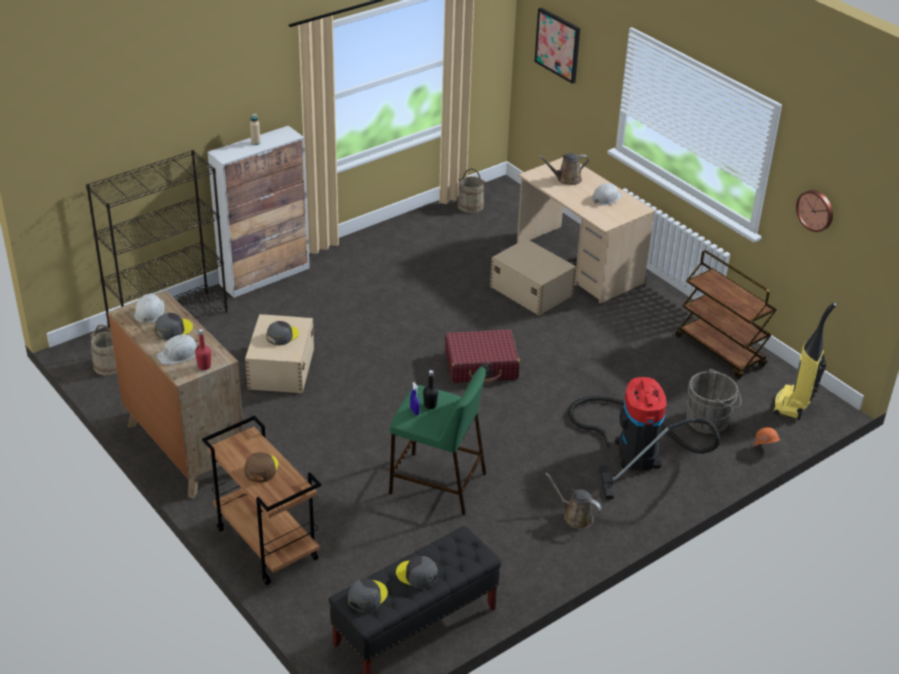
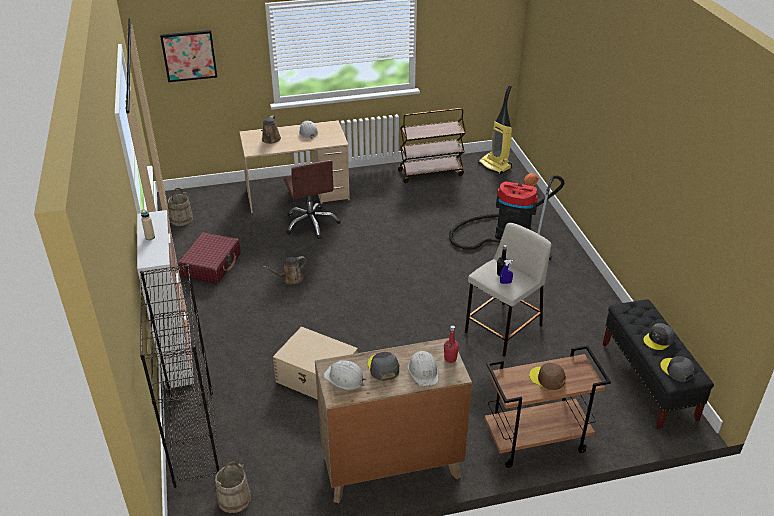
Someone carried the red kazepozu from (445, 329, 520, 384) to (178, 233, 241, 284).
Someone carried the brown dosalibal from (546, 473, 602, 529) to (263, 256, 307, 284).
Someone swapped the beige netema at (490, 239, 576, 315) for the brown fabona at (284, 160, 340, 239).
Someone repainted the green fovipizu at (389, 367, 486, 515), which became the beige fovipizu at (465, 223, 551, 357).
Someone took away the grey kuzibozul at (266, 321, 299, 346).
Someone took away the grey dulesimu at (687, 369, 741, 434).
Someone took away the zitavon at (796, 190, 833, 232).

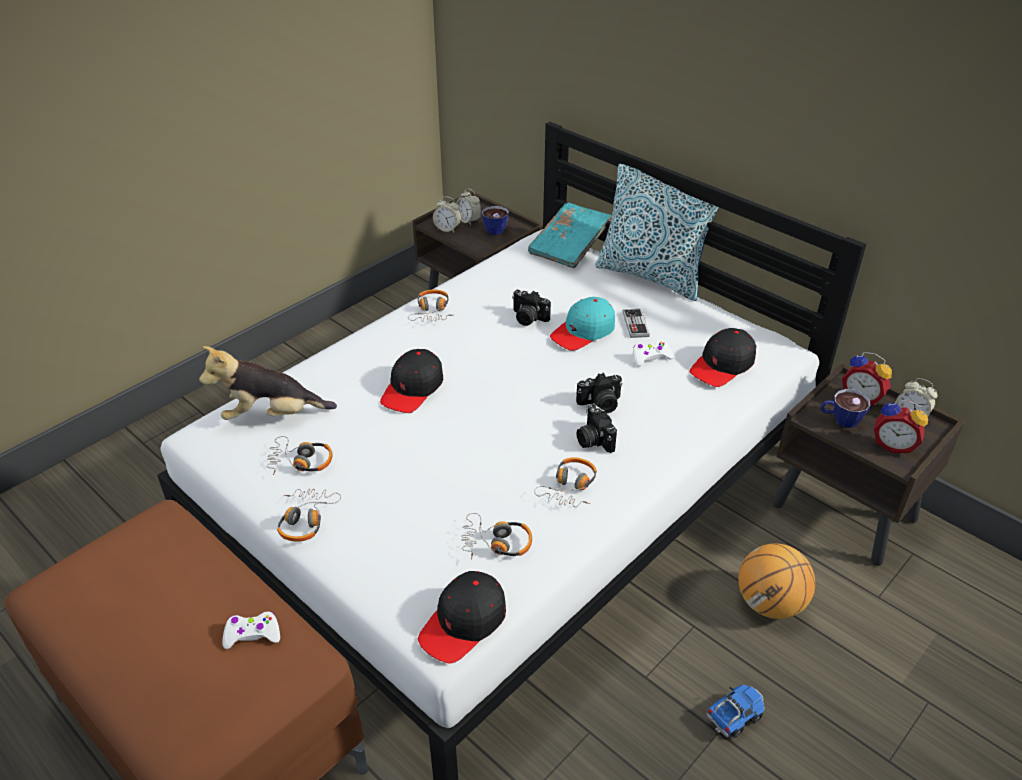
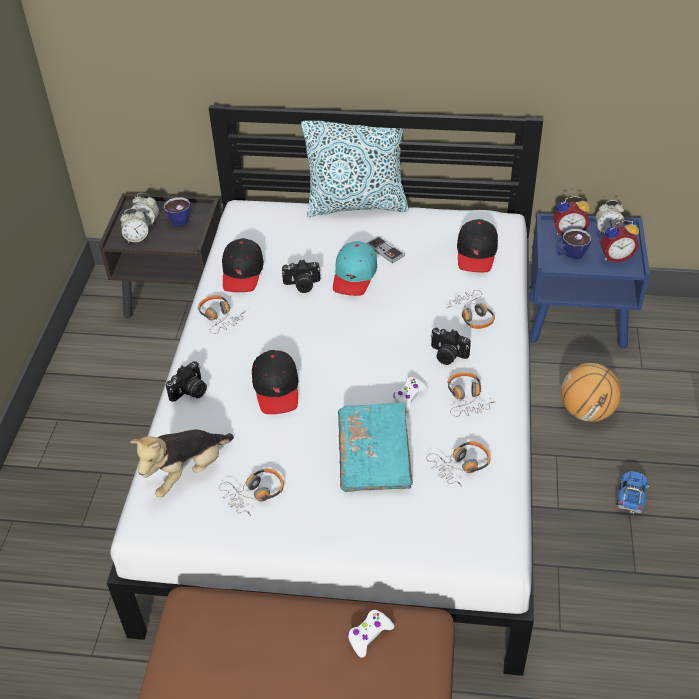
Someone carried the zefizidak from (576, 373, 623, 413) to (166, 361, 207, 402).
Someone carried the black kuzibozul from (418, 571, 506, 663) to (222, 238, 264, 292).
Someone carried the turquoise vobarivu from (528, 203, 612, 268) to (338, 402, 413, 492).
Someone carried the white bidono from (633, 340, 674, 367) to (393, 377, 428, 412).
Someone carried the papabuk from (277, 489, 341, 542) to (447, 290, 495, 329).
Someone repainted the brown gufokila at (772, 363, 965, 566), which became the blue gufokila at (529, 213, 650, 348).

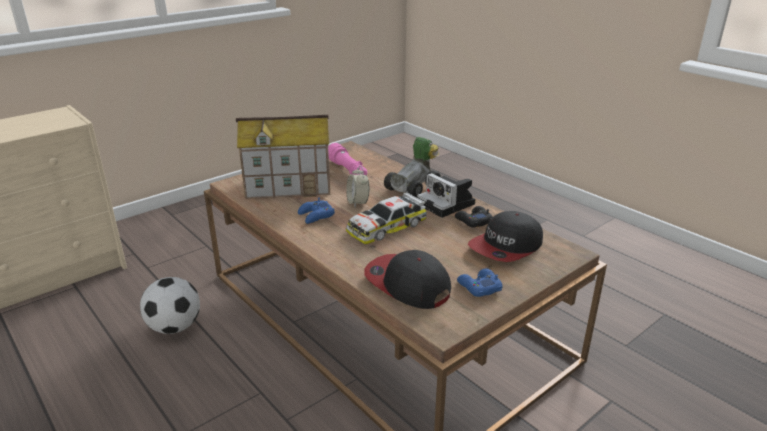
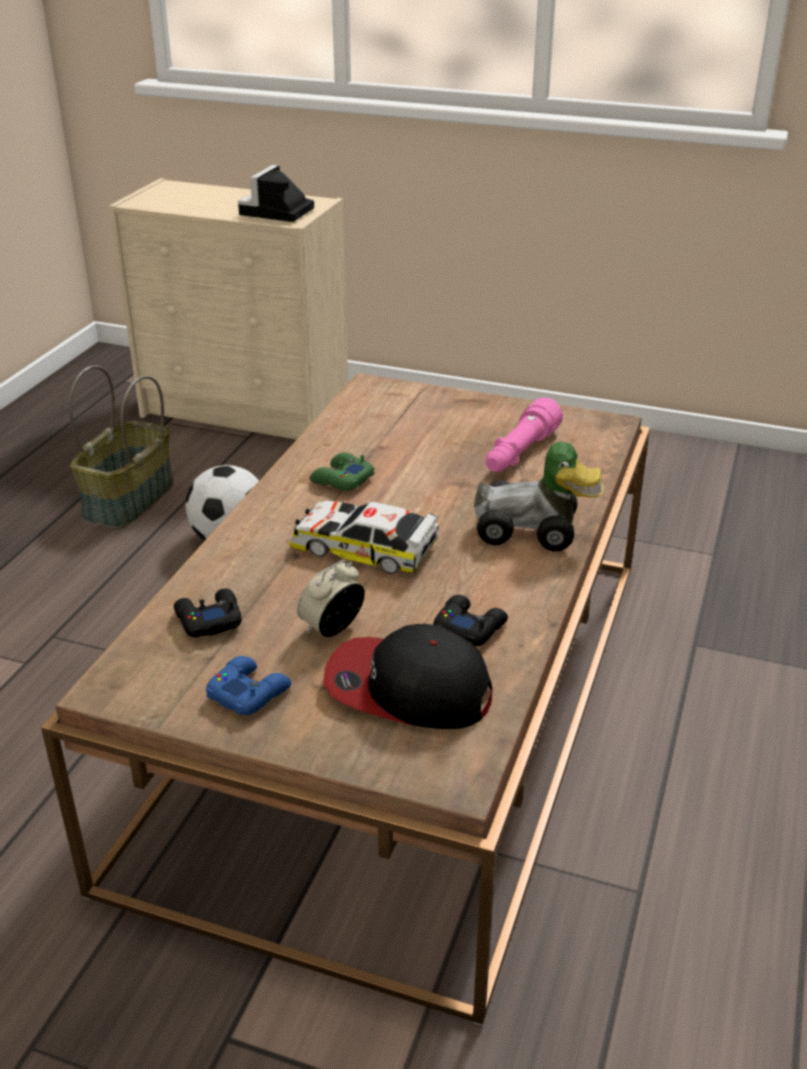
Someone put down the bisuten at (69, 366, 174, 528).
Someone swapped the kuzibozul at (365, 250, 451, 309) for the black bidono at (174, 589, 242, 638).
Someone carried the zefizidak from (417, 173, 475, 218) to (238, 165, 314, 222).
Someone carried the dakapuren from (346, 166, 369, 208) to (297, 560, 365, 637).
Someone repainted the blue bidono at (298, 198, 335, 224), which became the green bidono at (310, 453, 375, 491).
Someone took away the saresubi at (236, 115, 330, 199).

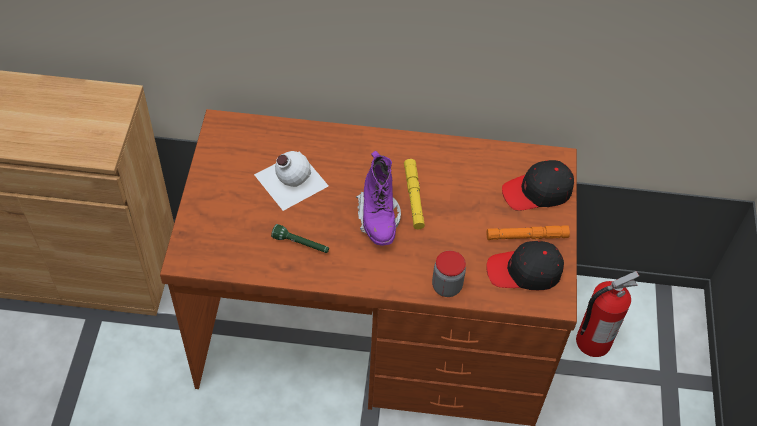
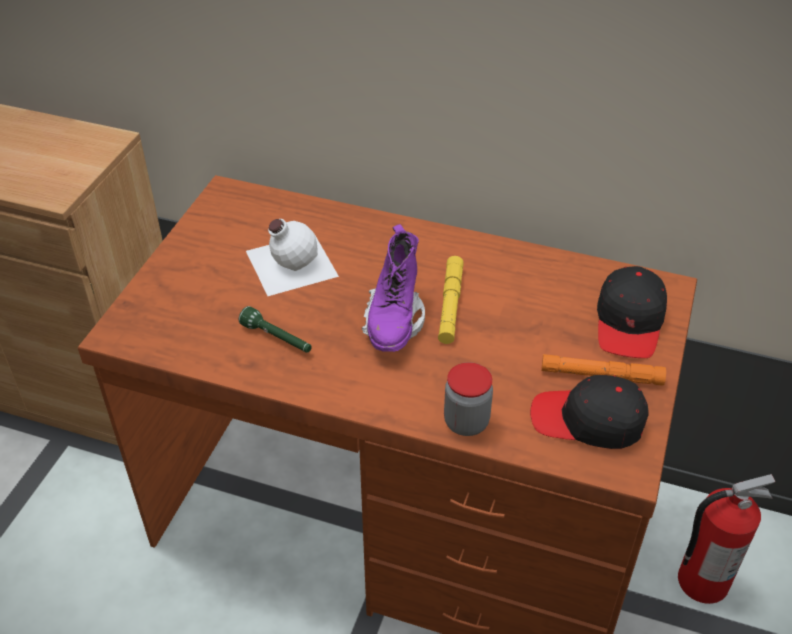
Someone rotated the black kuzibozul at (502, 160, 574, 211) by 75 degrees counterclockwise.

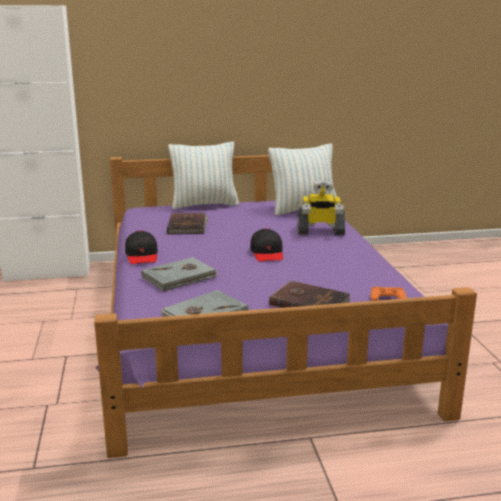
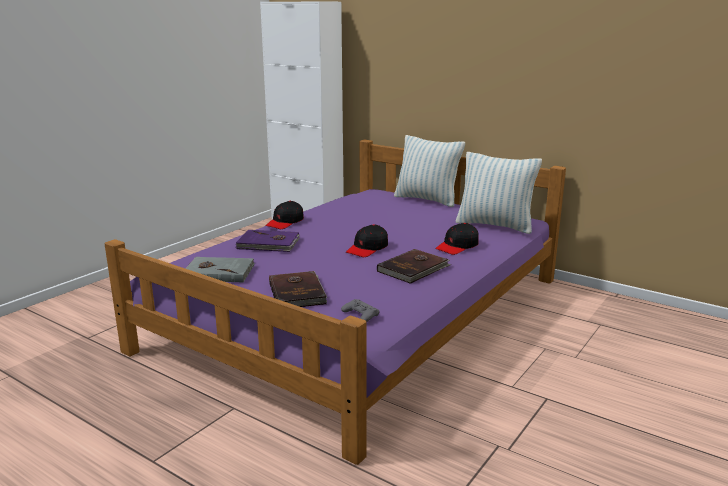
Someone repainted the grey vobarivu at (141, 257, 219, 292), which became the purple vobarivu at (235, 230, 300, 252).
Someone repainted the orange bidono at (370, 286, 407, 301), which became the grey bidono at (341, 299, 379, 322).
Someone carried the brown vobarivu from (167, 213, 208, 234) to (377, 249, 451, 284).
Someone swapped the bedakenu at (298, 180, 345, 235) for the black kuzibozul at (435, 223, 479, 255).

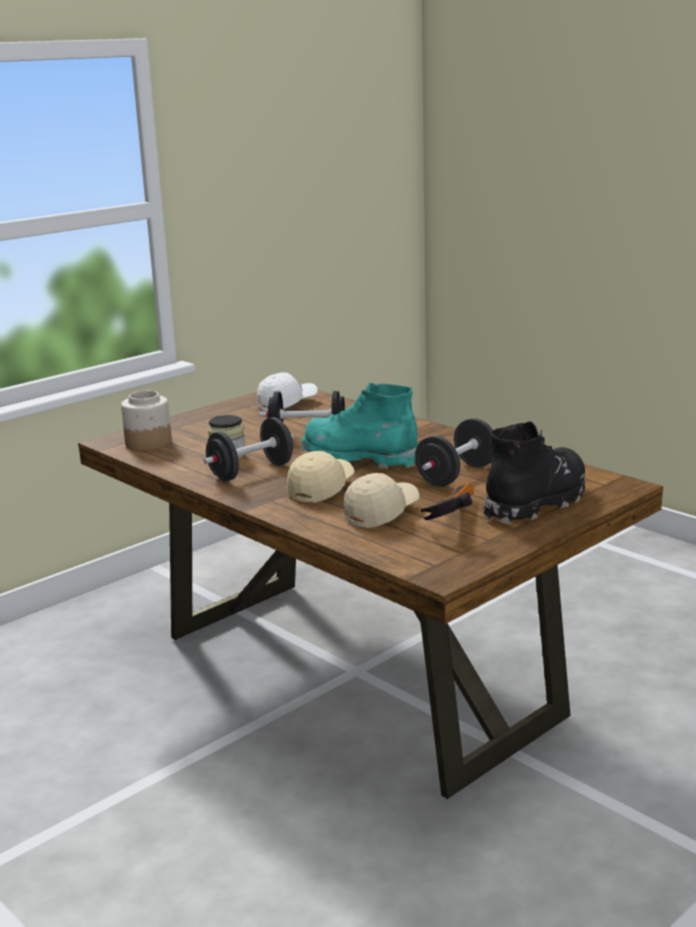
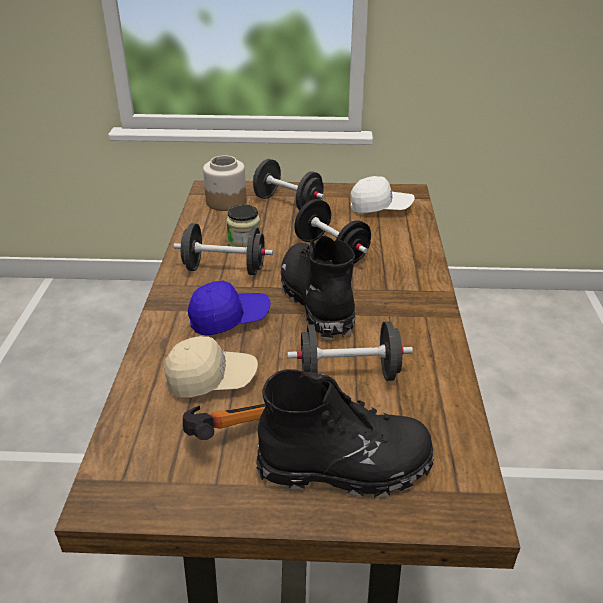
Someone repainted the beige kuzibozul at (286, 451, 355, 503), which became the blue kuzibozul at (188, 280, 271, 335).
Someone put down the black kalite at (253, 159, 325, 210).
Someone repainted the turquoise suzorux at (302, 383, 418, 469), which became the black suzorux at (280, 235, 355, 339).

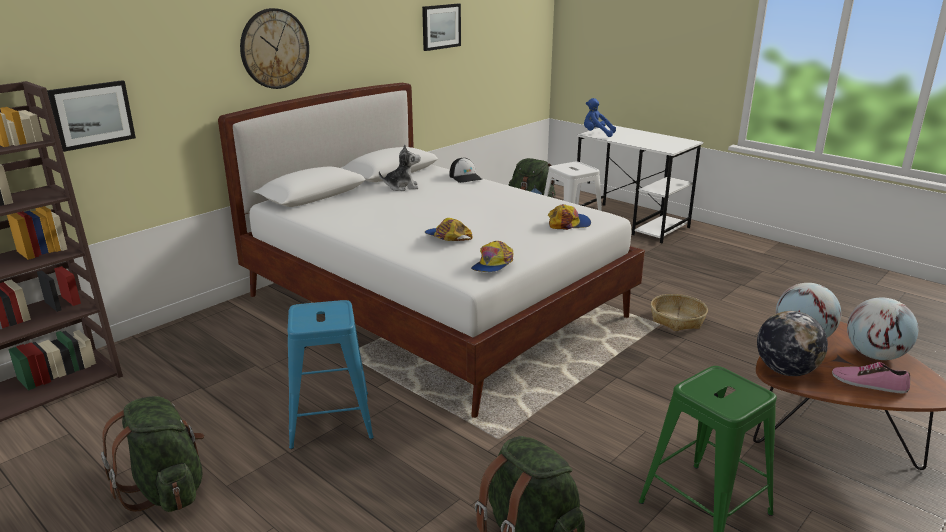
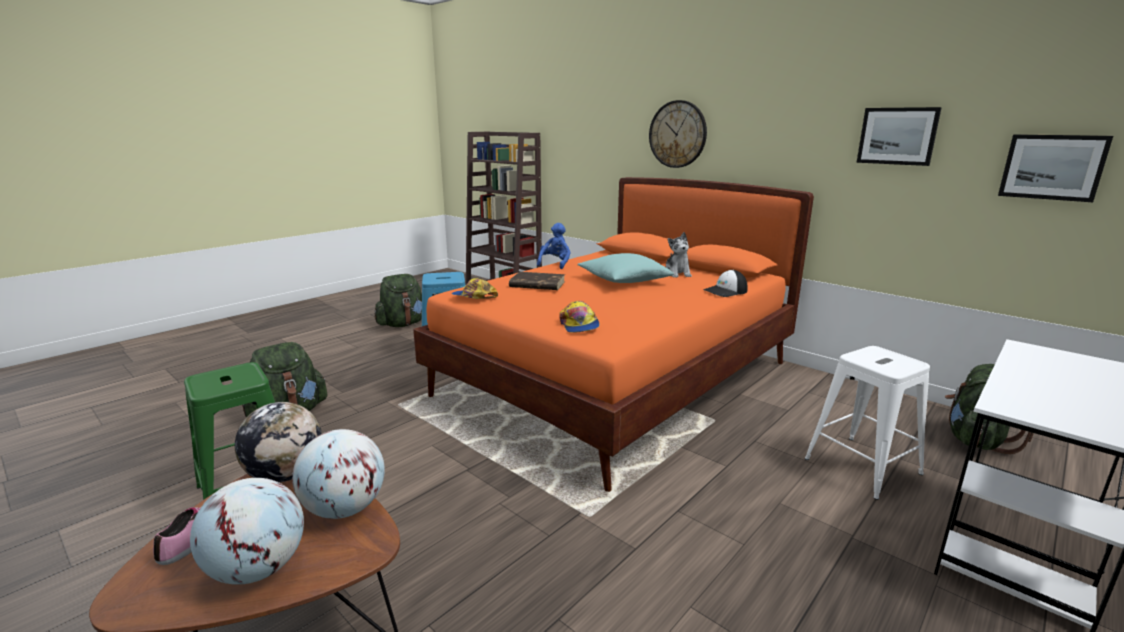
Someone repainted the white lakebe at (218, 83, 645, 418), which became the orange lakebe at (413, 177, 814, 492).
Someone swapped the kuzibozul at (425, 218, 472, 241) for the brown vobarivu at (509, 272, 565, 290).
Someone carried the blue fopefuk from (584, 98, 616, 137) to (537, 223, 571, 269).
Someone put down the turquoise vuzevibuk at (577, 253, 674, 283).
Someone carried the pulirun from (47, 80, 136, 152) to (998, 134, 1113, 202).
Someone took away the bisuten at (651, 294, 708, 331).

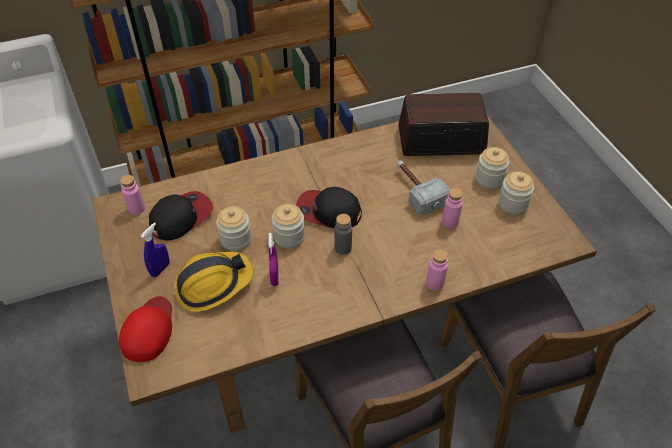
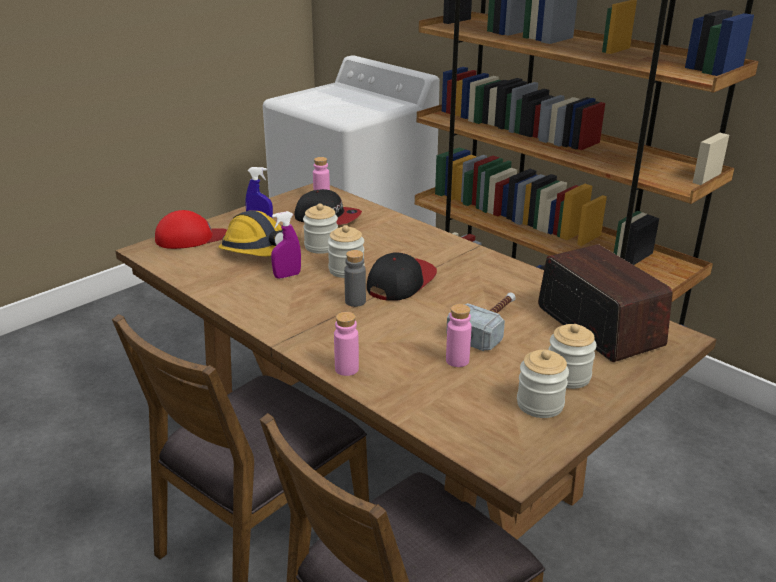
Someone rotated the kuzibozul at (296, 187, 362, 228) by 45 degrees clockwise.

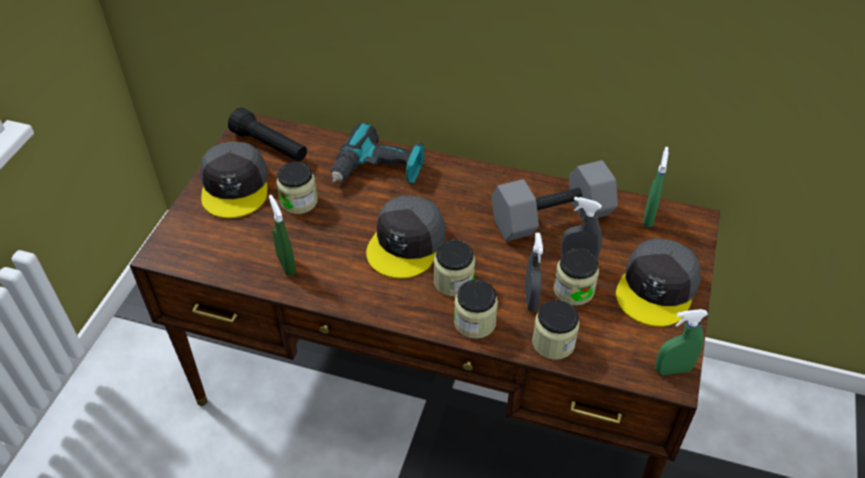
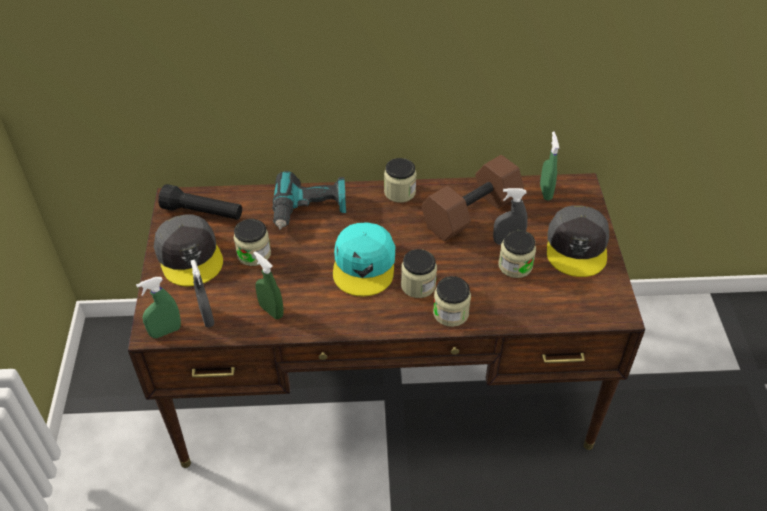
Someone carried the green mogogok from (655, 309, 708, 375) to (136, 277, 181, 338).
Someone carried the grey mogogok from (525, 233, 543, 312) to (191, 259, 215, 327).
Someone repainted the grey kuzibozul at (366, 196, 446, 278), which became the turquoise kuzibozul at (333, 222, 395, 296).
Someone carried the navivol from (532, 300, 579, 360) to (384, 158, 417, 203).
Someone repainted the grey kalite at (491, 160, 618, 242), which became the brown kalite at (421, 155, 524, 241).

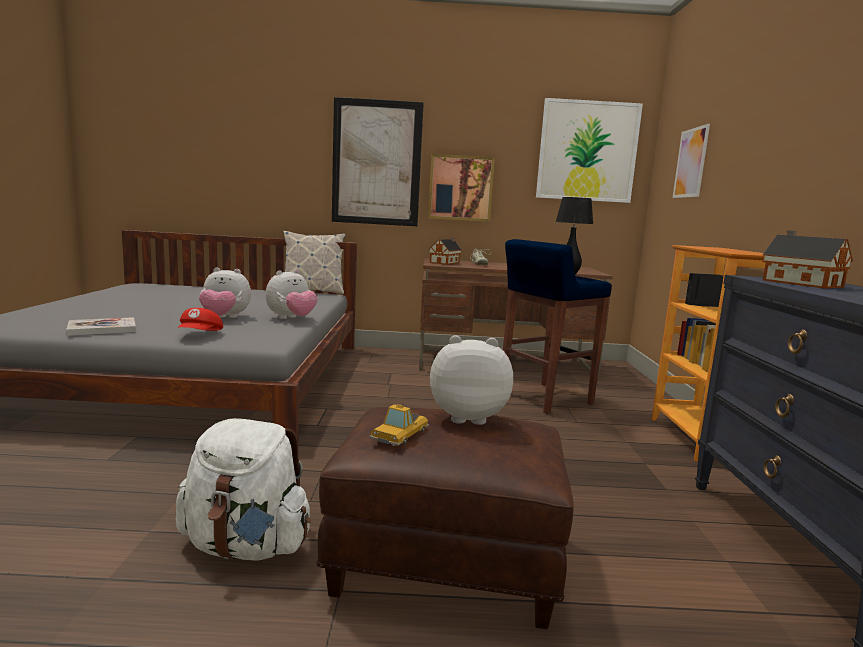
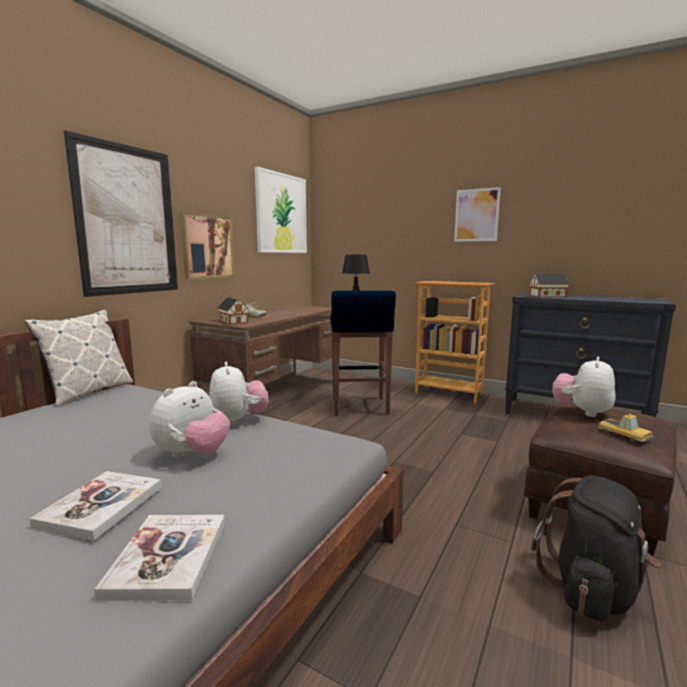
Someone put down the vobarivu at (30, 471, 162, 541).
Someone carried the pulirun from (673, 124, 710, 198) to (454, 187, 501, 241).
Someone repainted the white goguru at (176, 418, 311, 561), which became the black goguru at (531, 475, 661, 621).
Someone took away the red kuzibozul at (177, 308, 223, 331).

